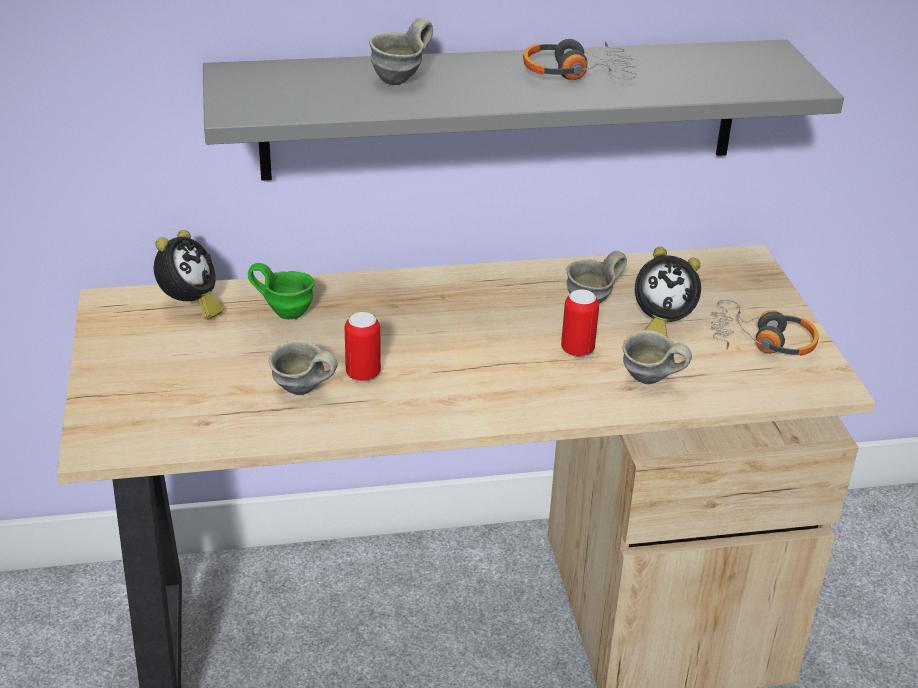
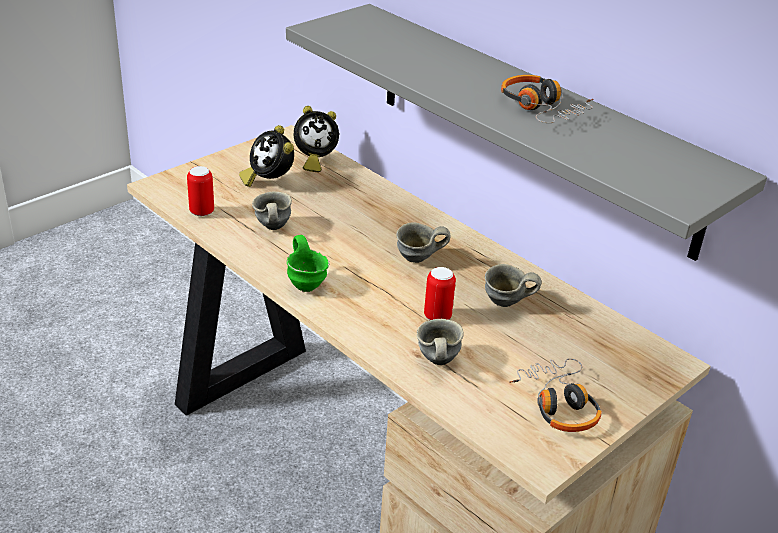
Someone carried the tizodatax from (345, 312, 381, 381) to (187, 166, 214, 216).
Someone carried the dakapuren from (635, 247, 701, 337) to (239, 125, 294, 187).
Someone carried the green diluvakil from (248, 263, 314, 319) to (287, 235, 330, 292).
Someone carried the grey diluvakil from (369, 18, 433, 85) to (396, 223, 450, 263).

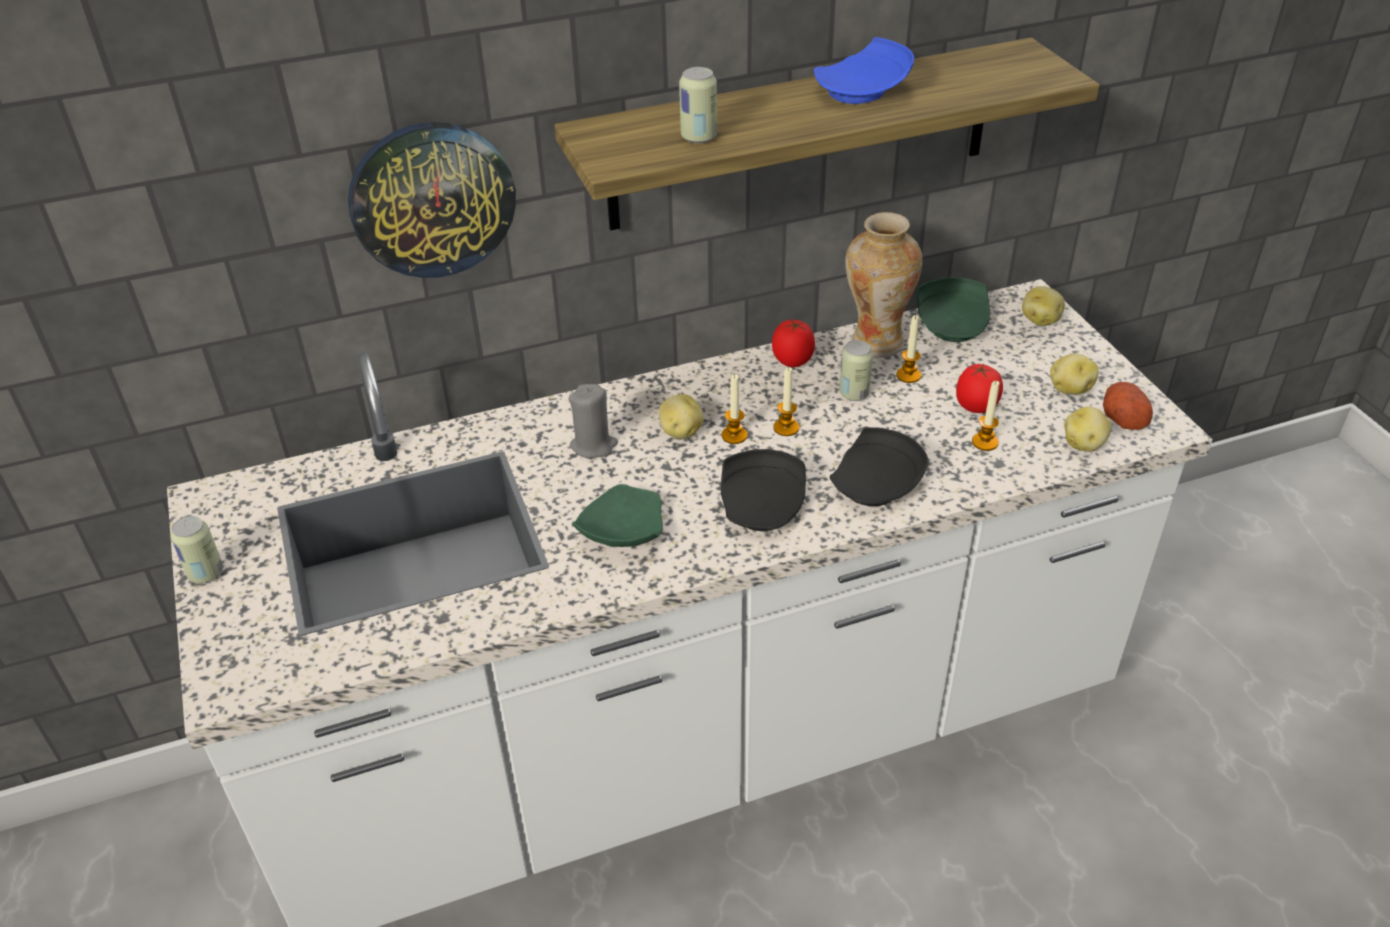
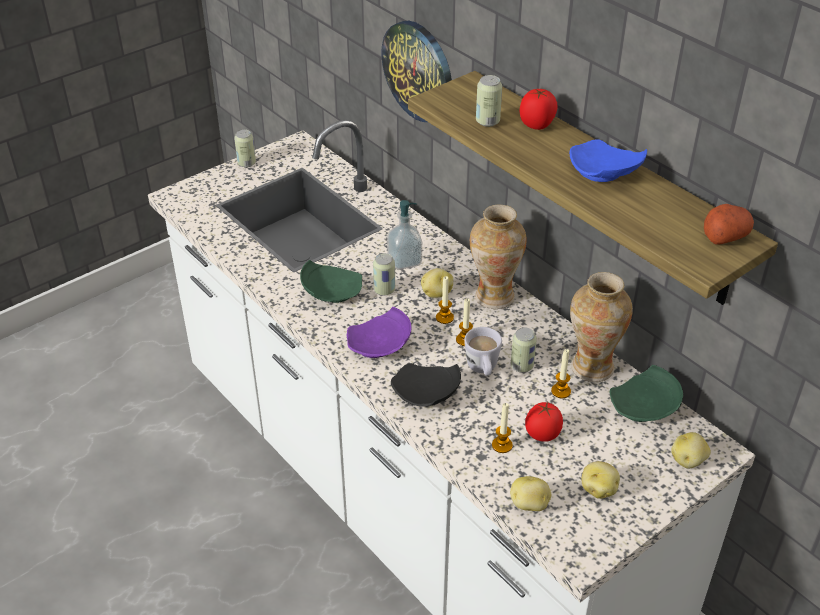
Someone repainted the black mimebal at (721, 449, 806, 531), which became the purple mimebal at (347, 307, 411, 358).
Someone put down the tizodatax at (373, 253, 395, 296).
Someone swapped the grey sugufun at (569, 384, 618, 458) for the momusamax at (387, 200, 422, 270).
Someone put down the white diluvakil at (464, 327, 502, 376).
Someone put down the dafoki at (470, 205, 527, 309).
Someone carried the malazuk from (772, 320, 815, 367) to (520, 89, 558, 130).
Someone carried the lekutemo from (1103, 382, 1153, 430) to (704, 204, 754, 244).

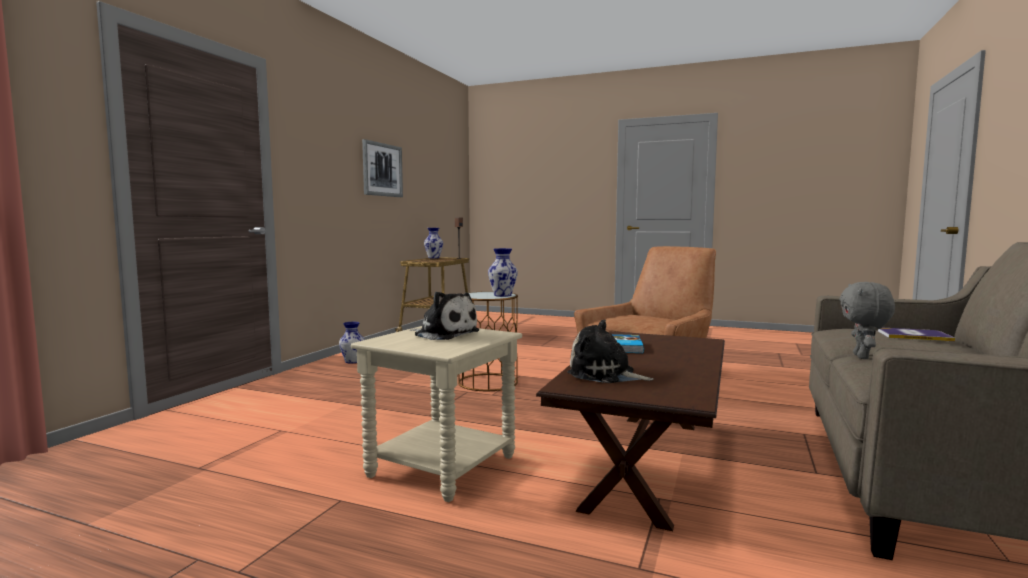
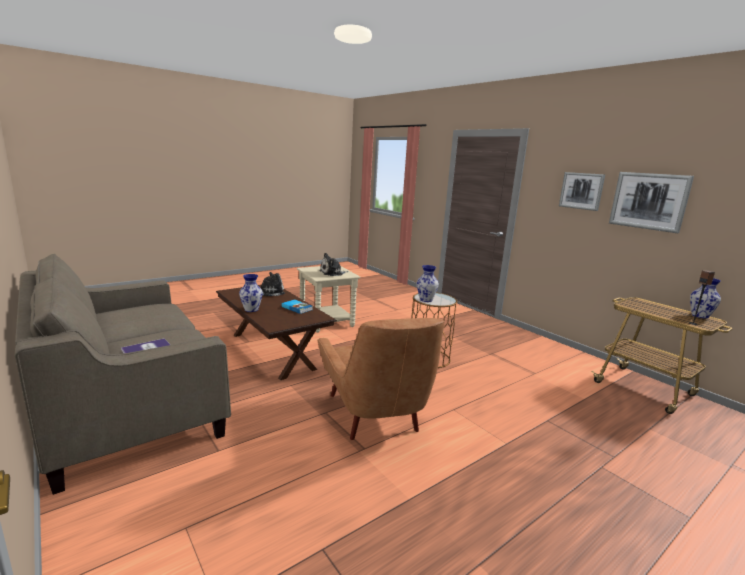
Someone carried the dafoki from (339, 322, 365, 364) to (239, 274, 263, 312).
Someone put up the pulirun at (559, 172, 605, 211).
Someone took away the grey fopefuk at (839, 282, 895, 359).

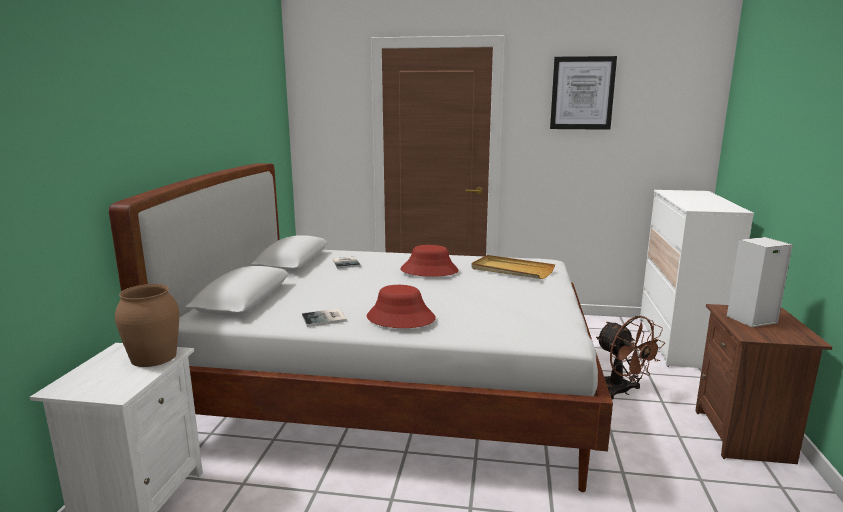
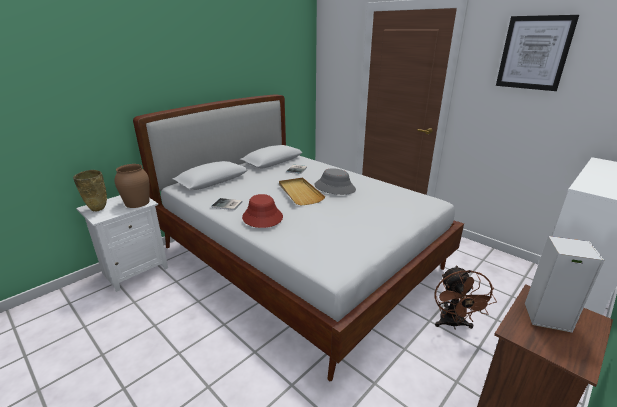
Someone put down the beige dafoki at (73, 170, 107, 212).
Someone carried the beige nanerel from (471, 255, 555, 279) to (279, 178, 325, 206).
Someone repainted the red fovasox at (400, 245, 458, 277), which became the grey fovasox at (314, 168, 356, 195).

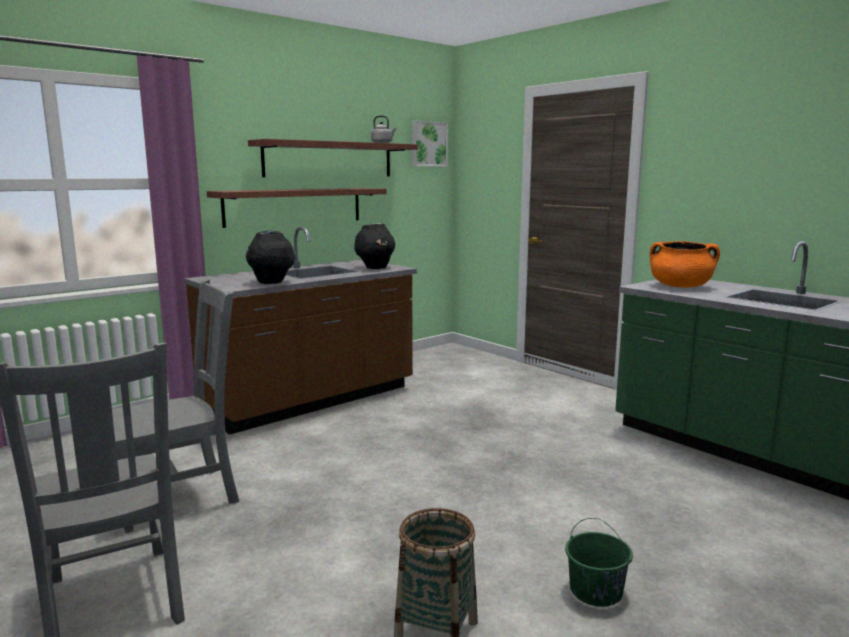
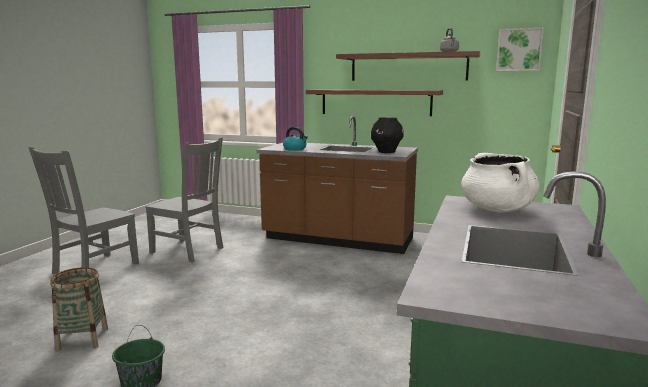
Someone swapped the black dafoki at (246, 231, 295, 284) for the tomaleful at (283, 127, 308, 151).
Someone repainted the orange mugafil at (650, 241, 720, 287), which became the white mugafil at (461, 153, 539, 213).

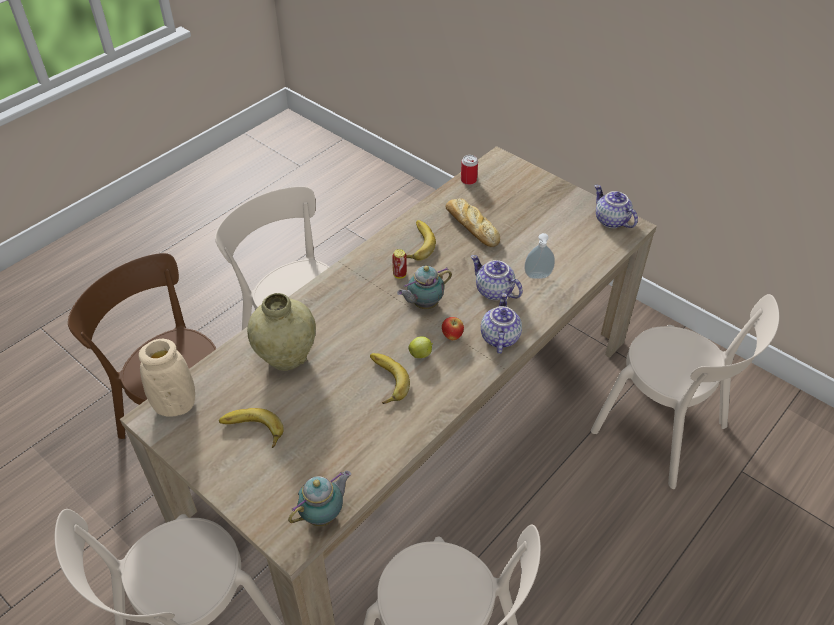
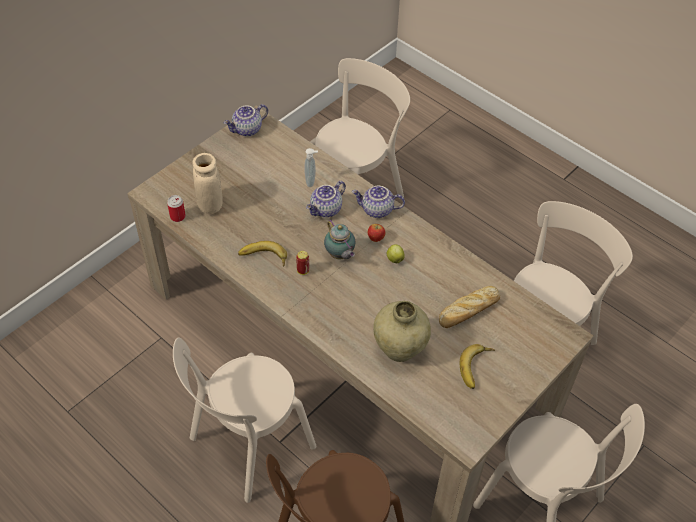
Someone carried the beige dafoki from (139, 339, 195, 417) to (192, 153, 223, 214).
Someone carried the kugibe from (446, 198, 500, 247) to (439, 286, 500, 328).
Someone took away the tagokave at (288, 471, 351, 526).
Someone took away the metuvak at (370, 353, 410, 404).

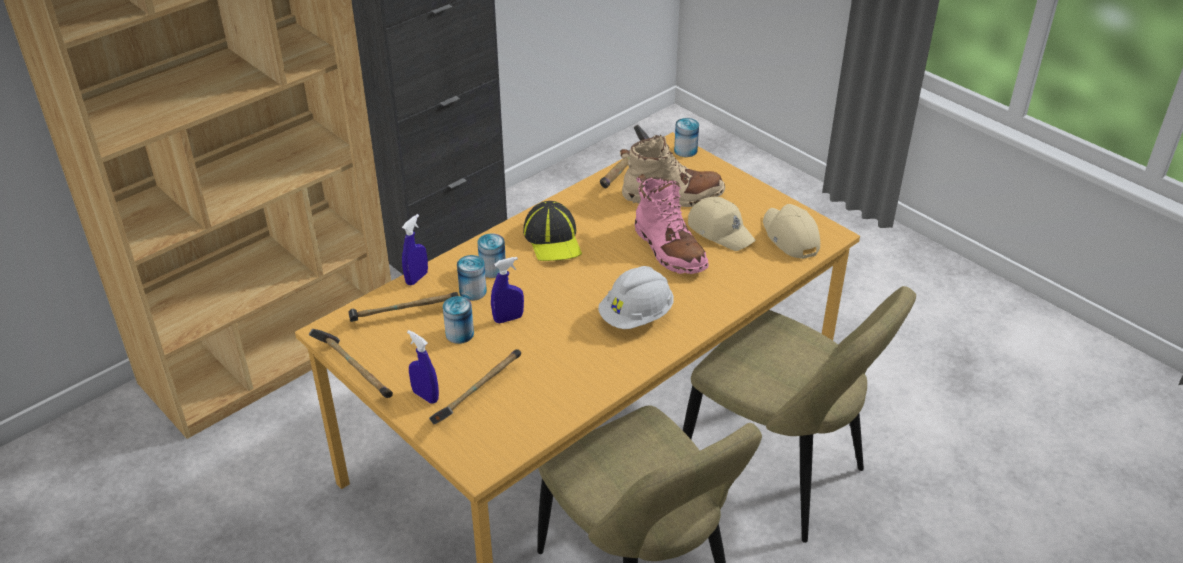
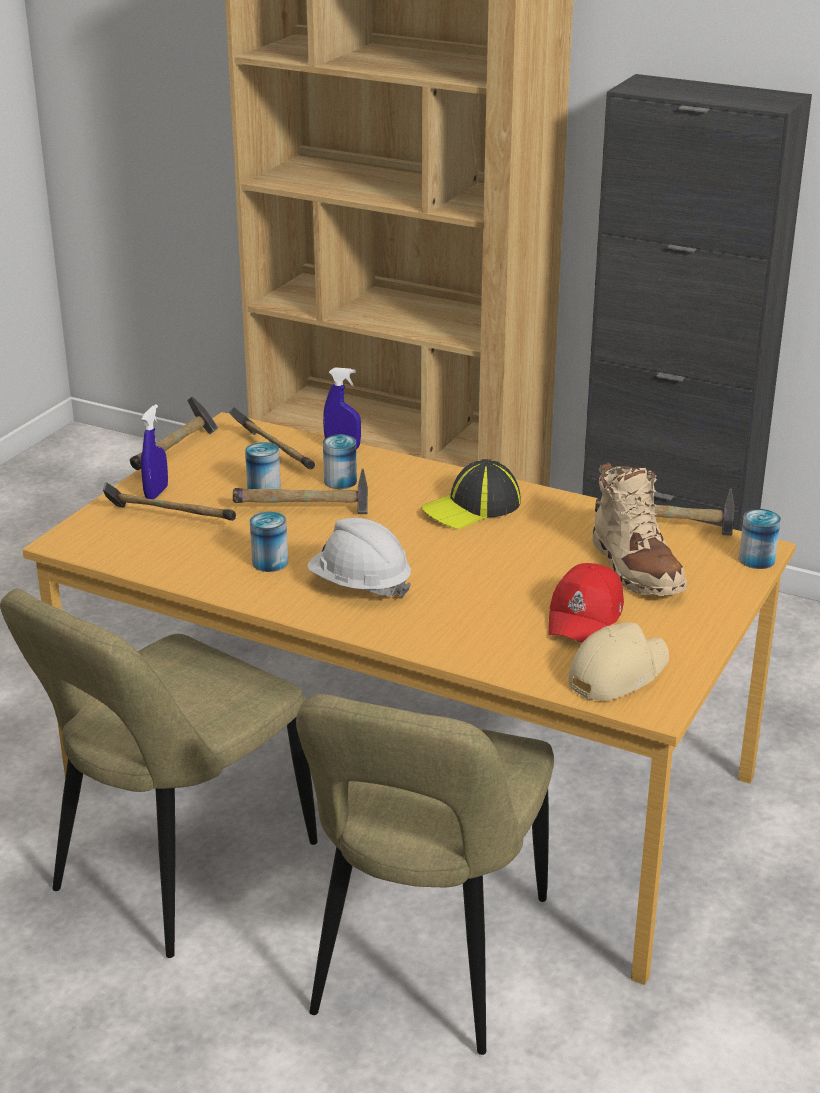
Someone swapped the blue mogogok at (491, 257, 524, 323) for the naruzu at (233, 469, 368, 514).
Someone carried the tizodatax from (477, 233, 506, 278) to (250, 512, 288, 572).
Someone repainted the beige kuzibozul at (688, 197, 756, 251), which became the red kuzibozul at (549, 563, 624, 643).
Someone took away the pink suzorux at (635, 174, 709, 274).

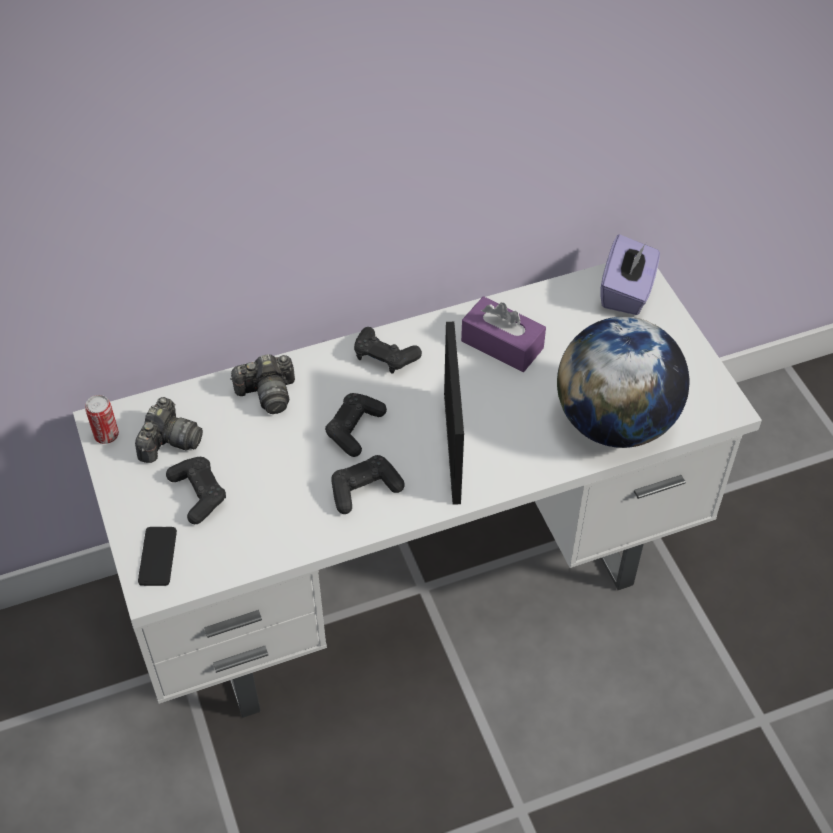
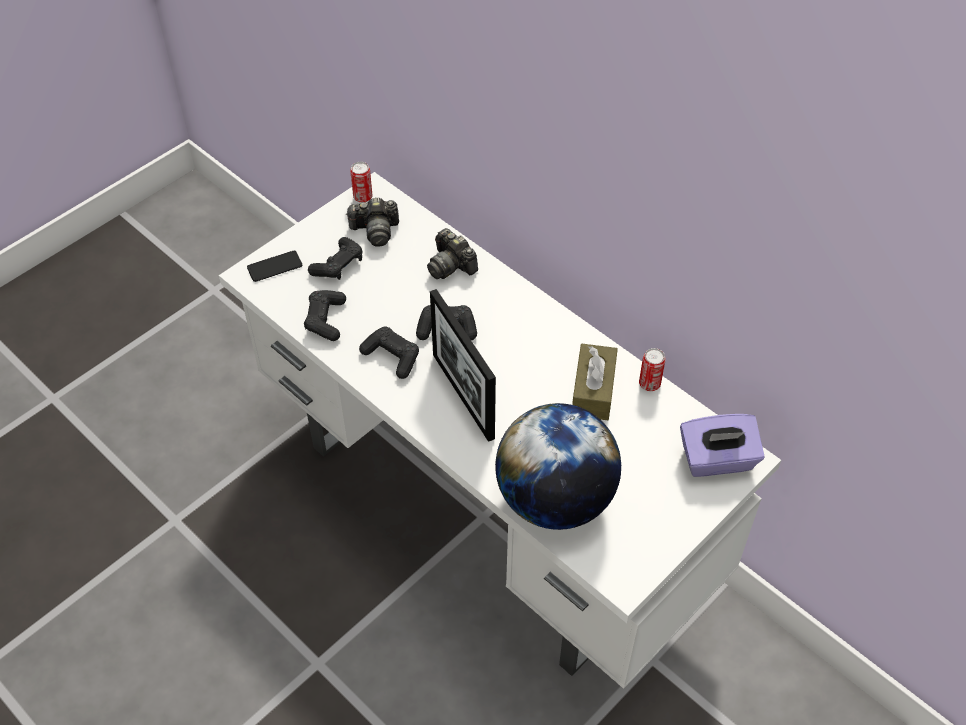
Someone carried the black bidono from (354, 327, 422, 374) to (304, 290, 346, 341).
Someone rotated the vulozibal at (444, 322, 464, 505) by 90 degrees clockwise.
Someone repainted the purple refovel at (461, 296, 546, 372), which became the brown refovel at (572, 344, 618, 420).
Someone put down the tizodatax at (639, 348, 666, 391).

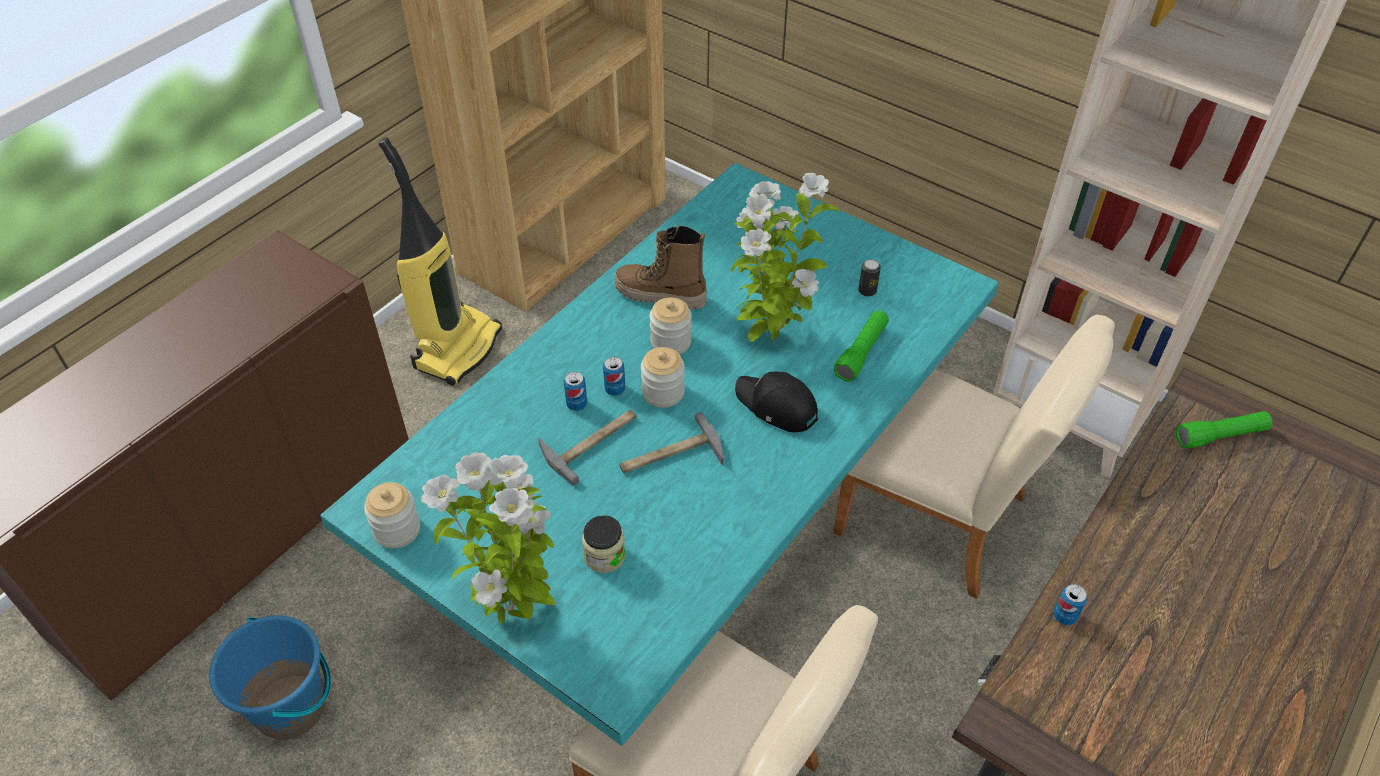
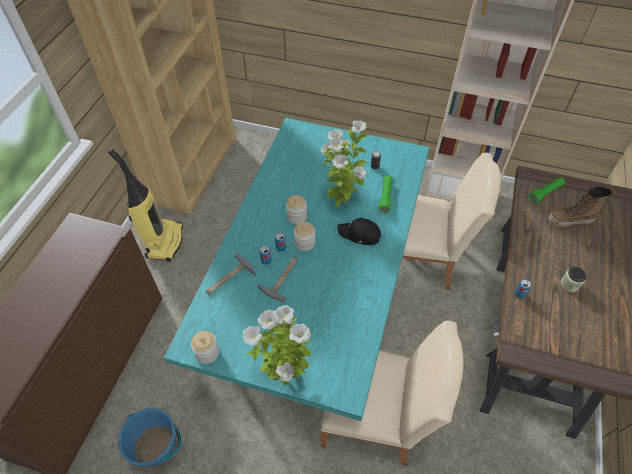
Someone carried the naruzu from (619, 412, 724, 473) to (206, 253, 256, 295).
Someone carried the suzorux from (615, 225, 707, 310) to (548, 186, 614, 227).
Someone carried the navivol from (582, 515, 626, 573) to (560, 267, 587, 292).

